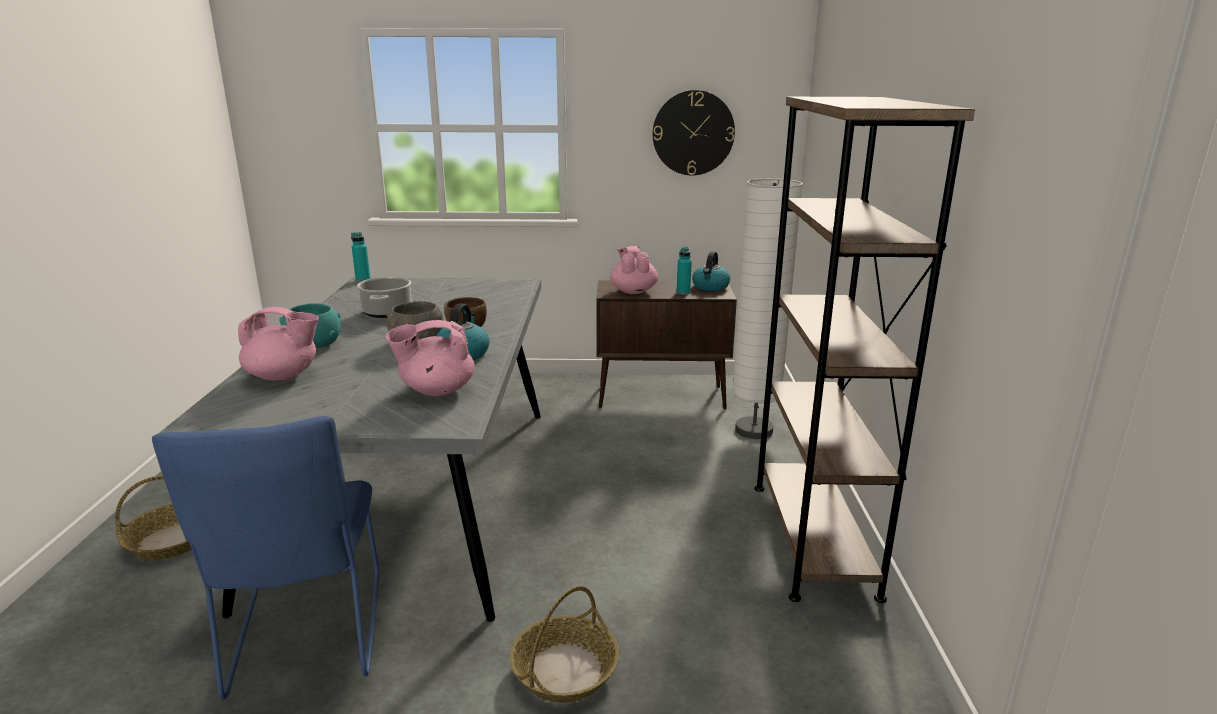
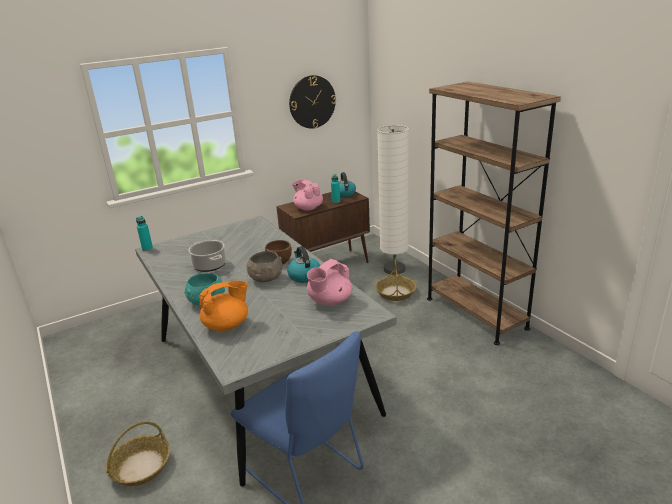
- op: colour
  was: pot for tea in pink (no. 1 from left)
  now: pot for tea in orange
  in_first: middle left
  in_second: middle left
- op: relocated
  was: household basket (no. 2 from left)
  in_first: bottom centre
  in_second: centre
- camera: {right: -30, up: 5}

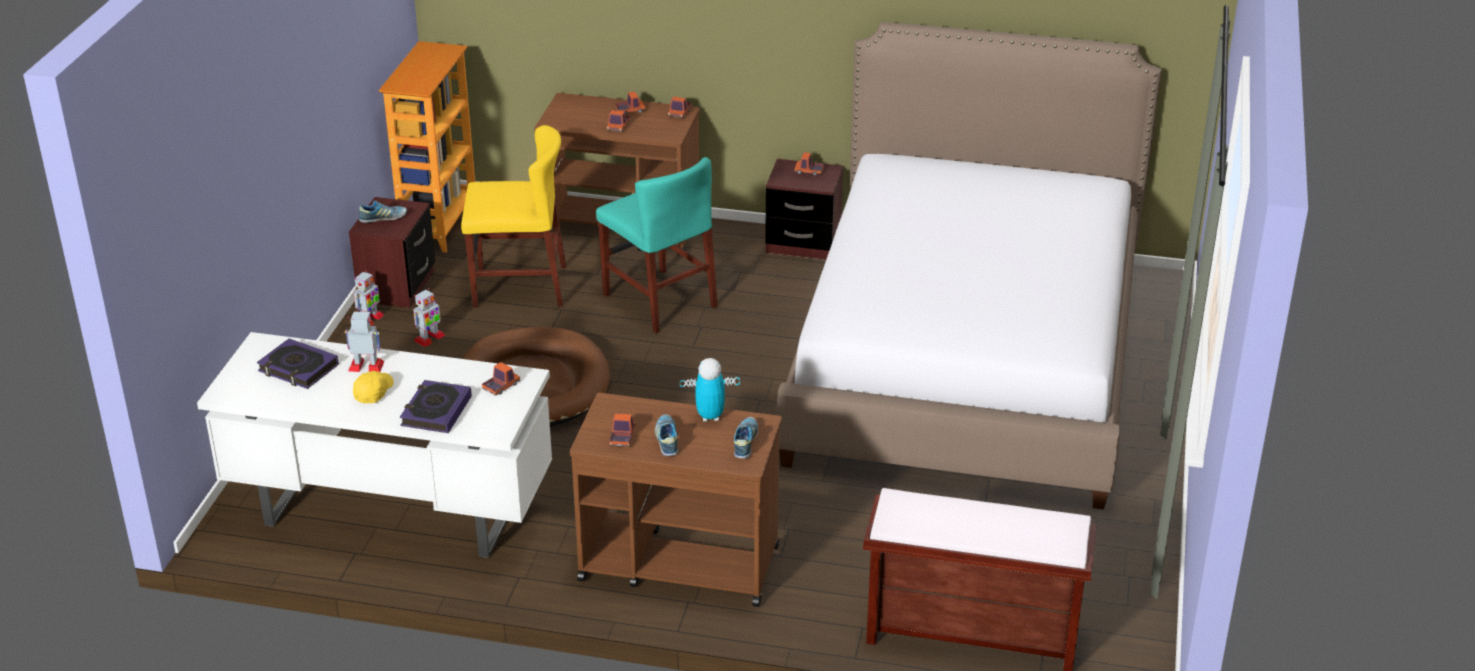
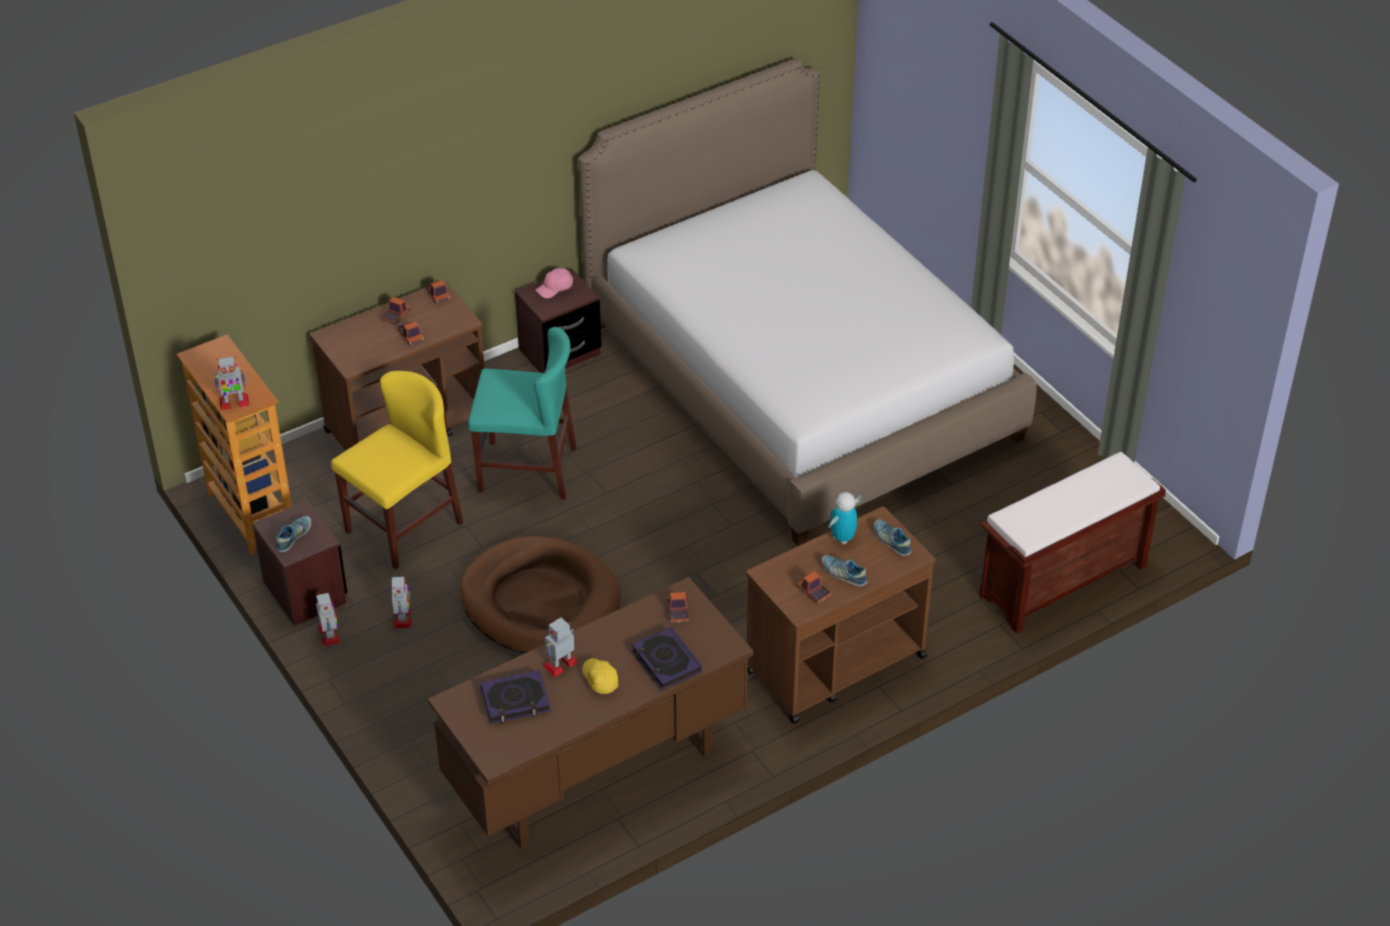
- op: appeared
  now: toy robot (no. 1 from left)
  in_second: middle left
- op: colour
  was: desk in white
  now: desk in brown-coloured
  in_first: middle left
  in_second: bottom centre
- op: exchanged
  was: toy lorry (no. 6 from left)
  now: peaked cap in pink
  in_first: top centre
  in_second: top centre
- camera: {right: -45, up: 10}

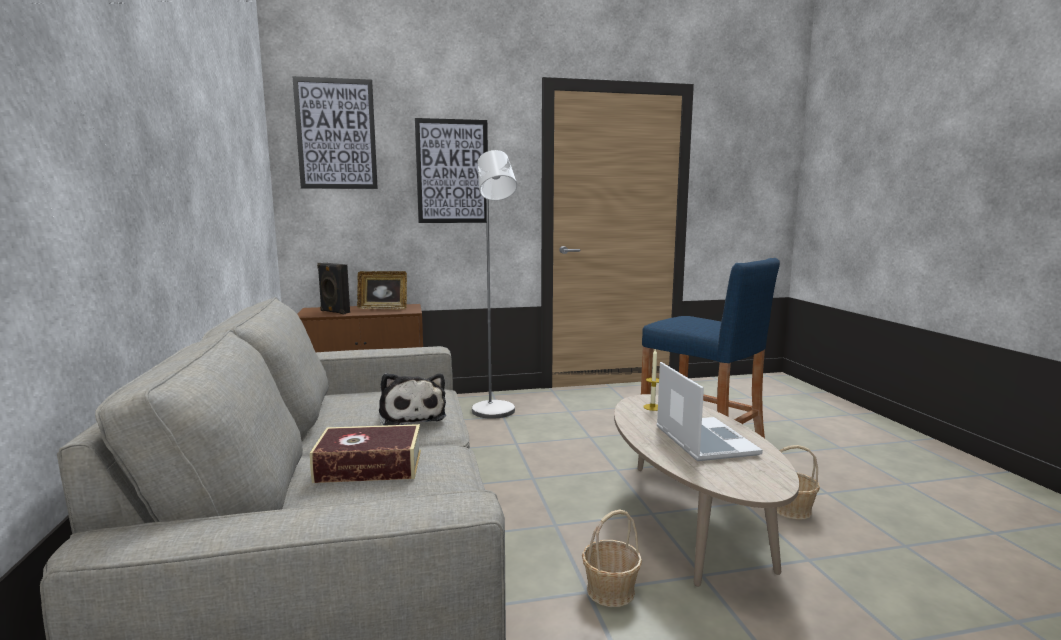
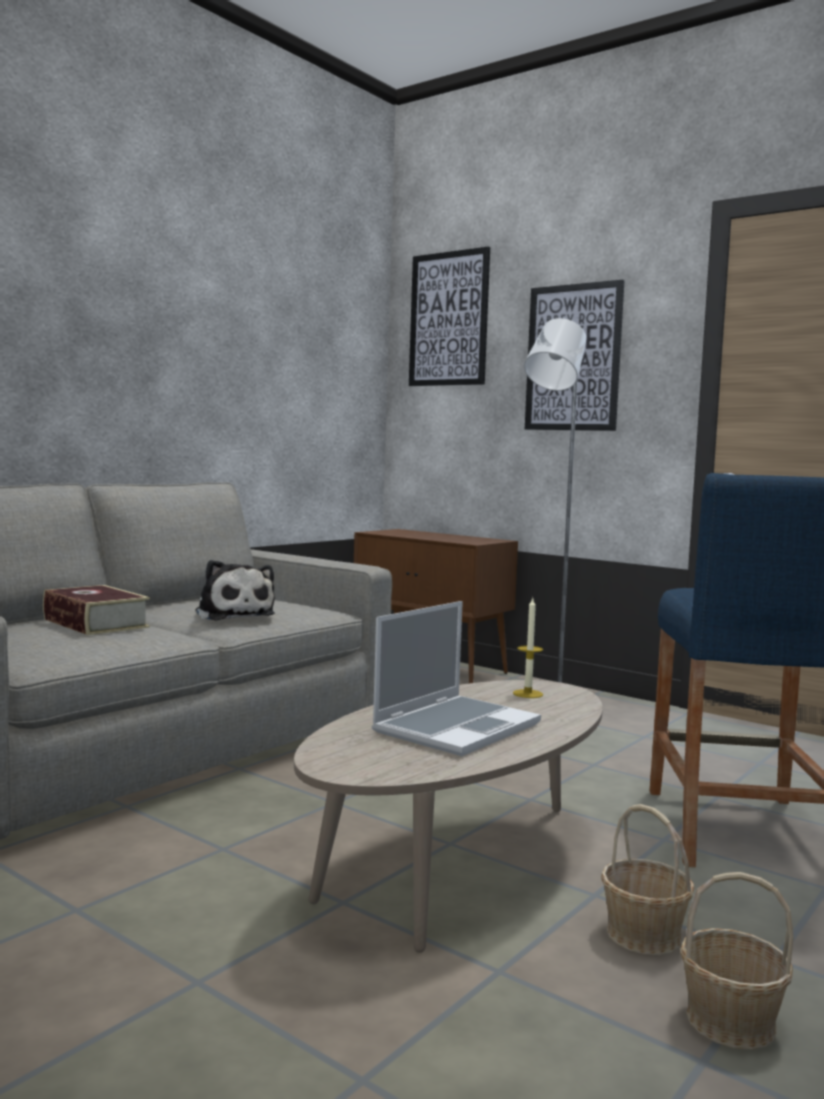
- op: spun
  was: plush toy
  in_first: centre
  in_second: middle left
  clockwise: -60
- op: relocated
  was: household basket (no. 1 from left in the first image)
  now: household basket (no. 2 from left)
  in_first: bottom centre
  in_second: bottom right
- op: missing
  was: audio speaker in blackish
  in_first: middle left
- op: missing
  was: picture frame
  in_first: centre
- camera: {right: 50, up: -5}

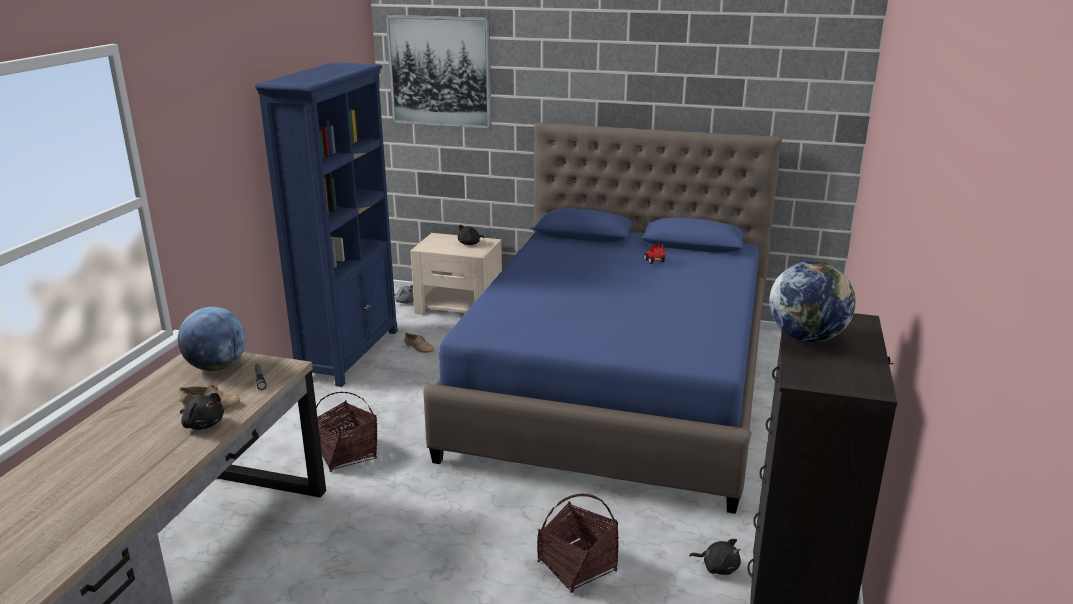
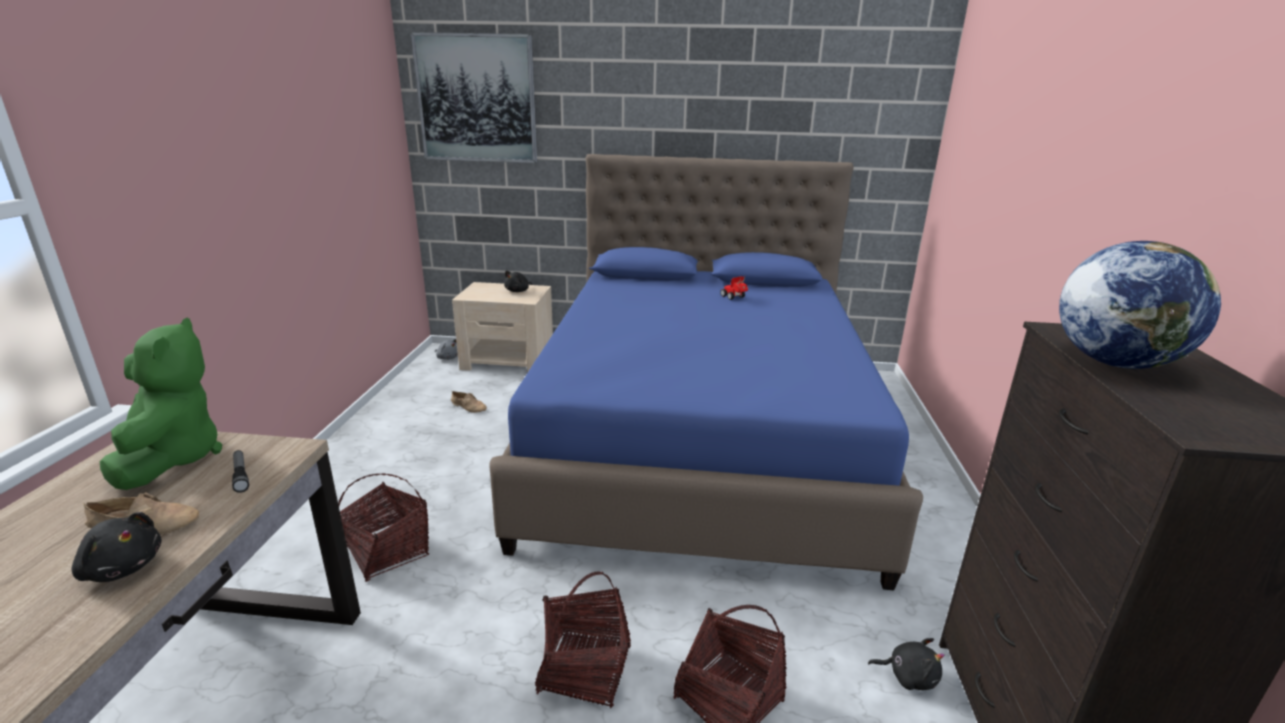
- op: exchanged
  was: desk globe (no. 1 from left)
  now: plush toy in green-coloured
  in_first: middle left
  in_second: middle left
- op: appeared
  now: household basket (no. 2 from left)
  in_second: bottom centre
- op: missing
  was: shelving unit in bluish
  in_first: middle left
- camera: {right: -10, up: 0}

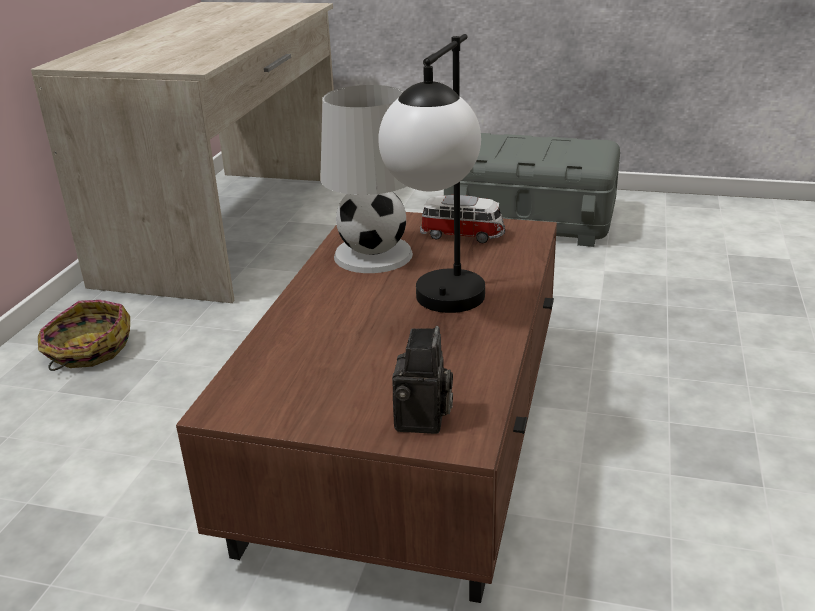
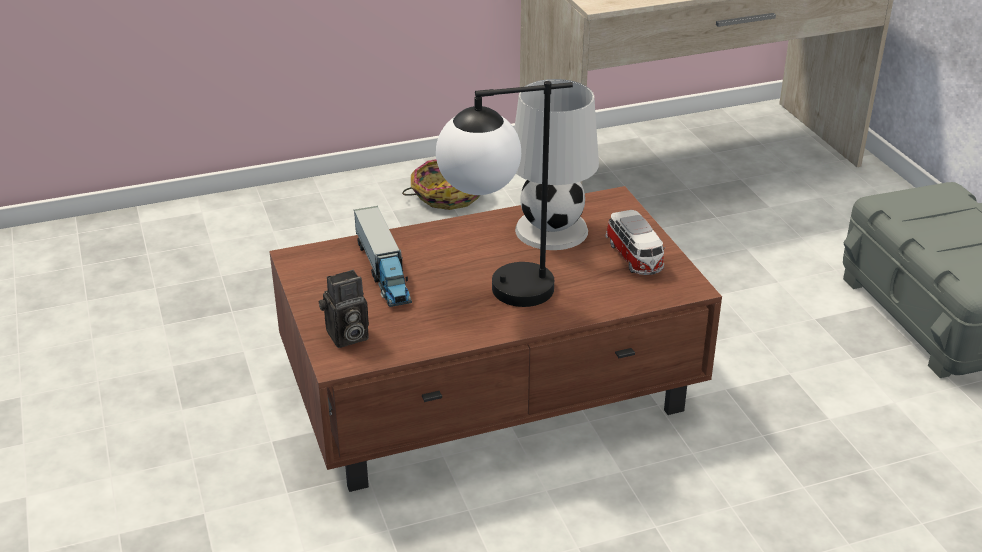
- op: appeared
  now: toy lorry
  in_second: centre
- camera: {right: 55, up: 5}

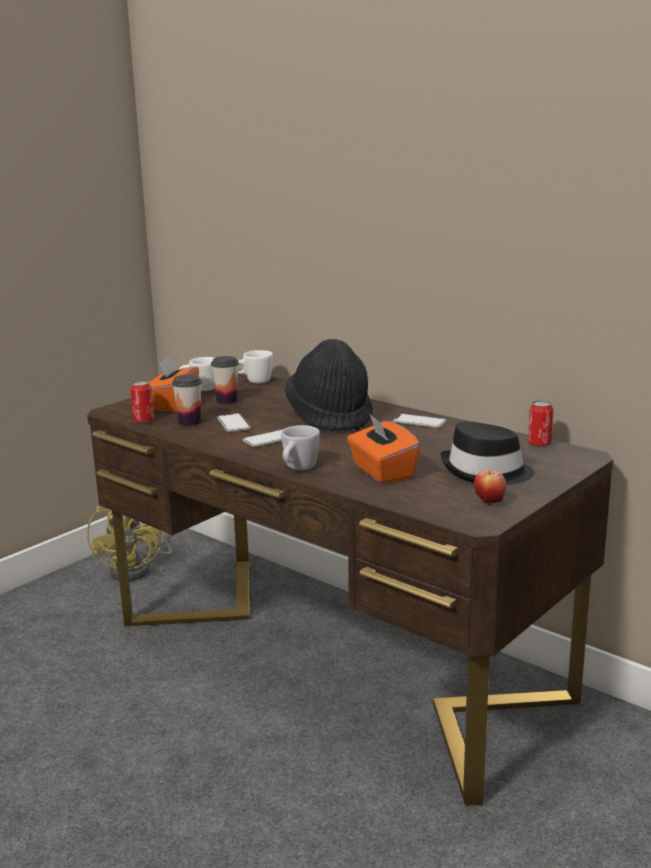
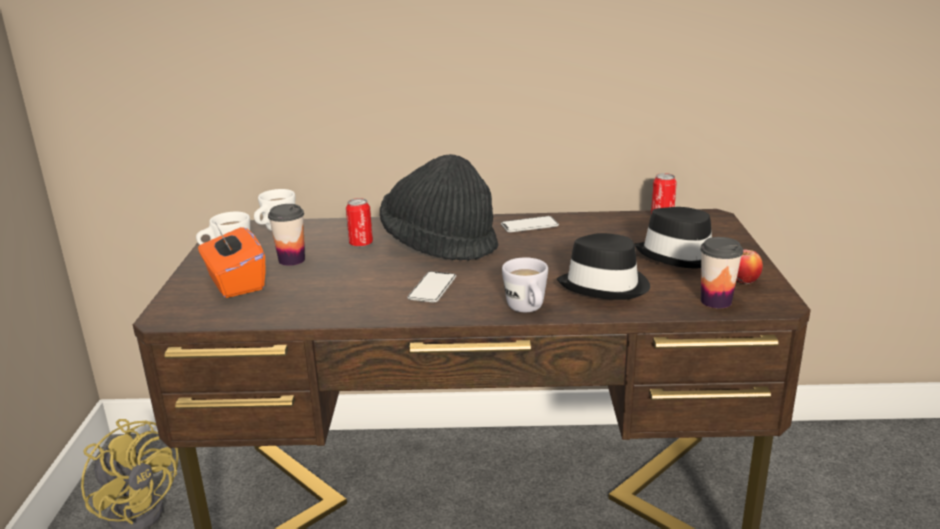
- op: relocated
  was: sealed can (no. 1 from left)
  in_first: middle left
  in_second: centre
- op: exchanged
  was: tissue holder in orange (no. 2 from left)
  now: hat in blackish (no. 2 from left)
  in_first: centre
  in_second: centre
- op: relocated
  was: cup (no. 1 from left in the first image)
  now: cup (no. 2 from left)
  in_first: middle left
  in_second: middle right
- op: missing
  was: handset (no. 1 from left)
  in_first: centre
- camera: {right: -40, up: 5}

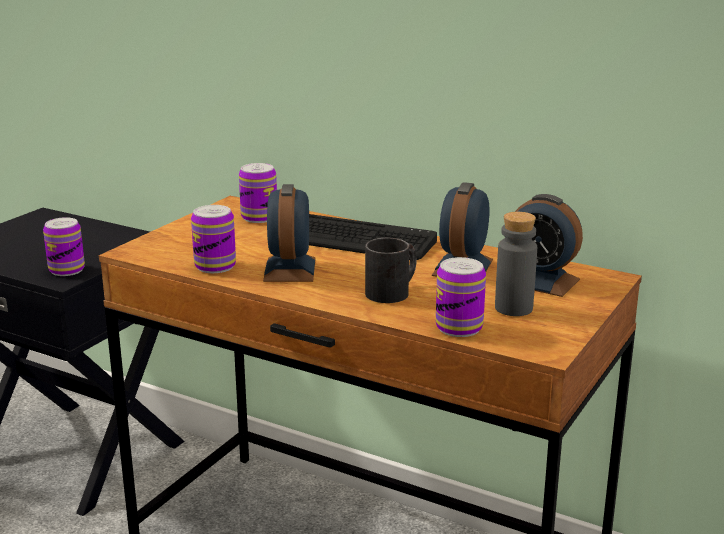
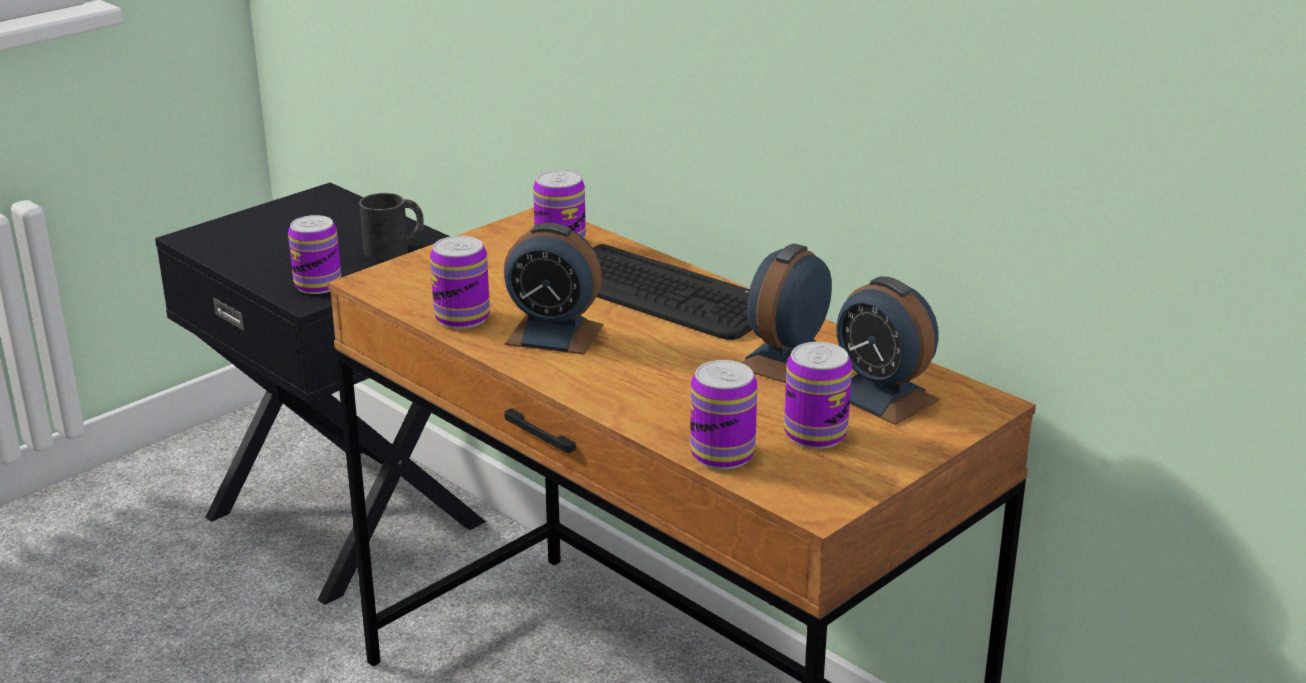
- op: relocated
  was: coffee mug in blackish
  in_first: centre
  in_second: top left
- op: spun
  was: alarm clock (no. 1 from left)
  in_first: centre
  in_second: centre
  clockwise: -90
- op: exchanged
  was: bottle in greyish
  now: sealed can (no. 5 from left)
  in_first: middle right
  in_second: centre
- camera: {right: 15, up: 5}

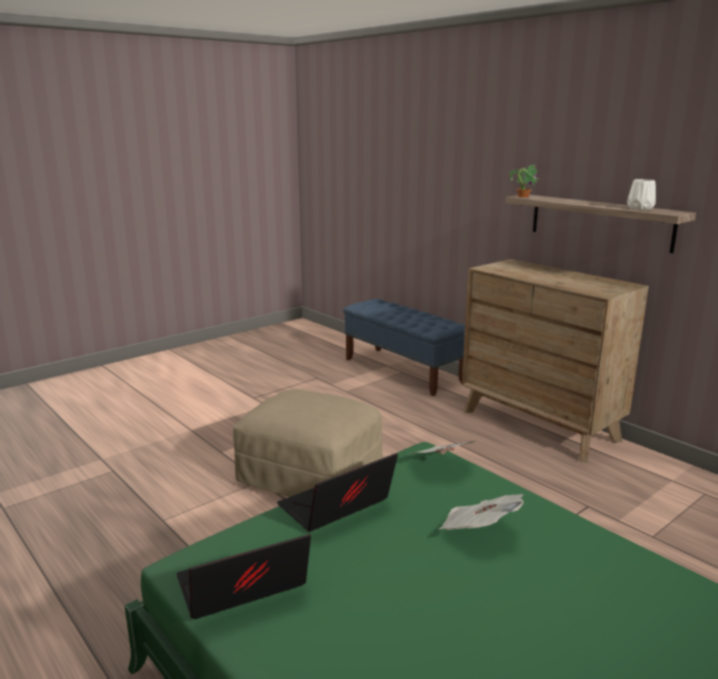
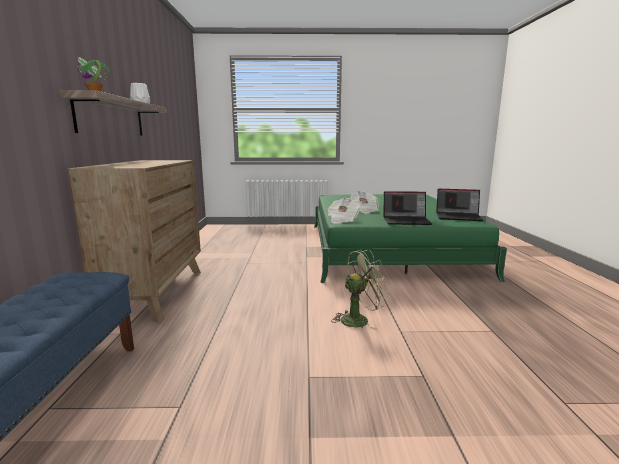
- op: exchanged
  was: footrest in beige-coloured
  now: electric fan in green-coloured
  in_first: centre
  in_second: centre
- camera: {right: -140, up: -5}

